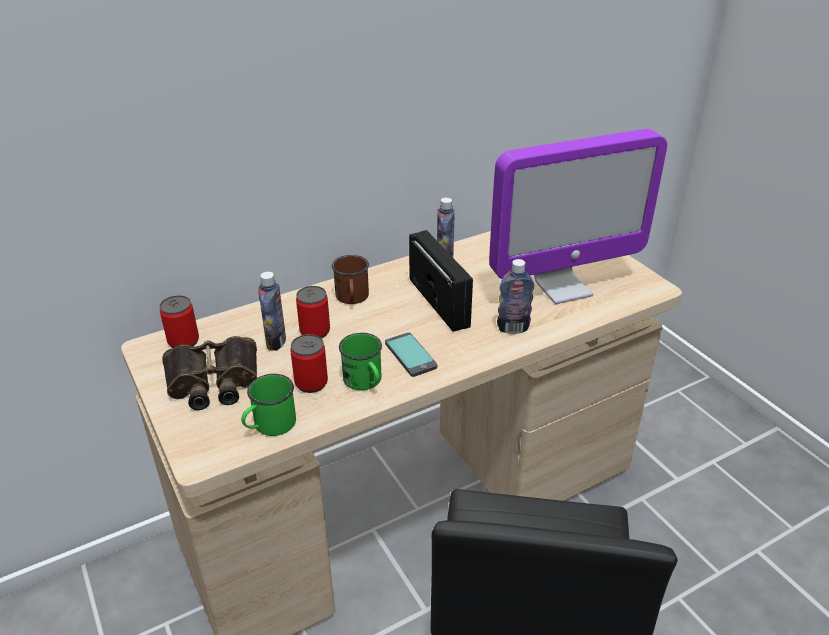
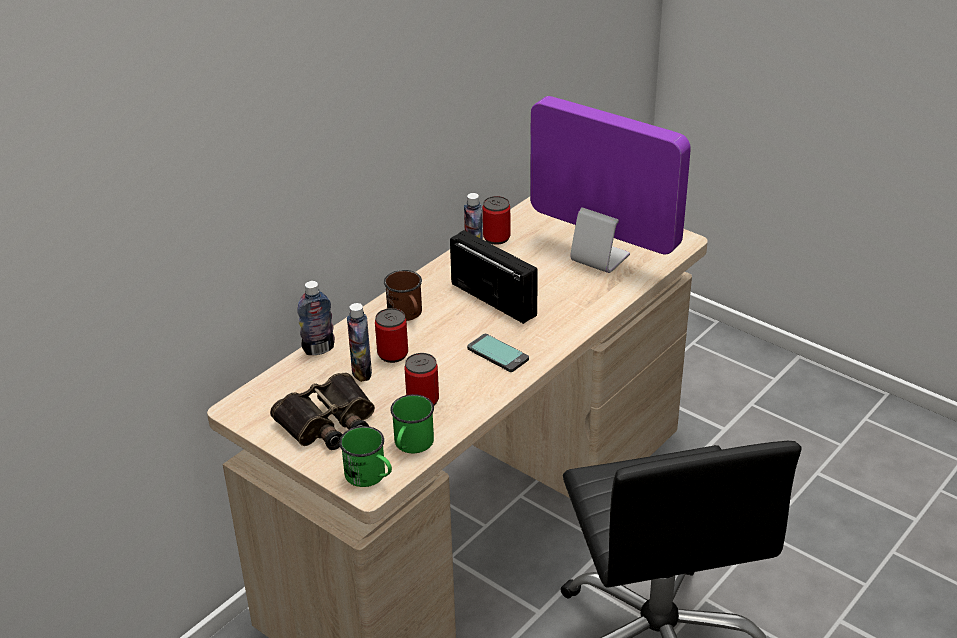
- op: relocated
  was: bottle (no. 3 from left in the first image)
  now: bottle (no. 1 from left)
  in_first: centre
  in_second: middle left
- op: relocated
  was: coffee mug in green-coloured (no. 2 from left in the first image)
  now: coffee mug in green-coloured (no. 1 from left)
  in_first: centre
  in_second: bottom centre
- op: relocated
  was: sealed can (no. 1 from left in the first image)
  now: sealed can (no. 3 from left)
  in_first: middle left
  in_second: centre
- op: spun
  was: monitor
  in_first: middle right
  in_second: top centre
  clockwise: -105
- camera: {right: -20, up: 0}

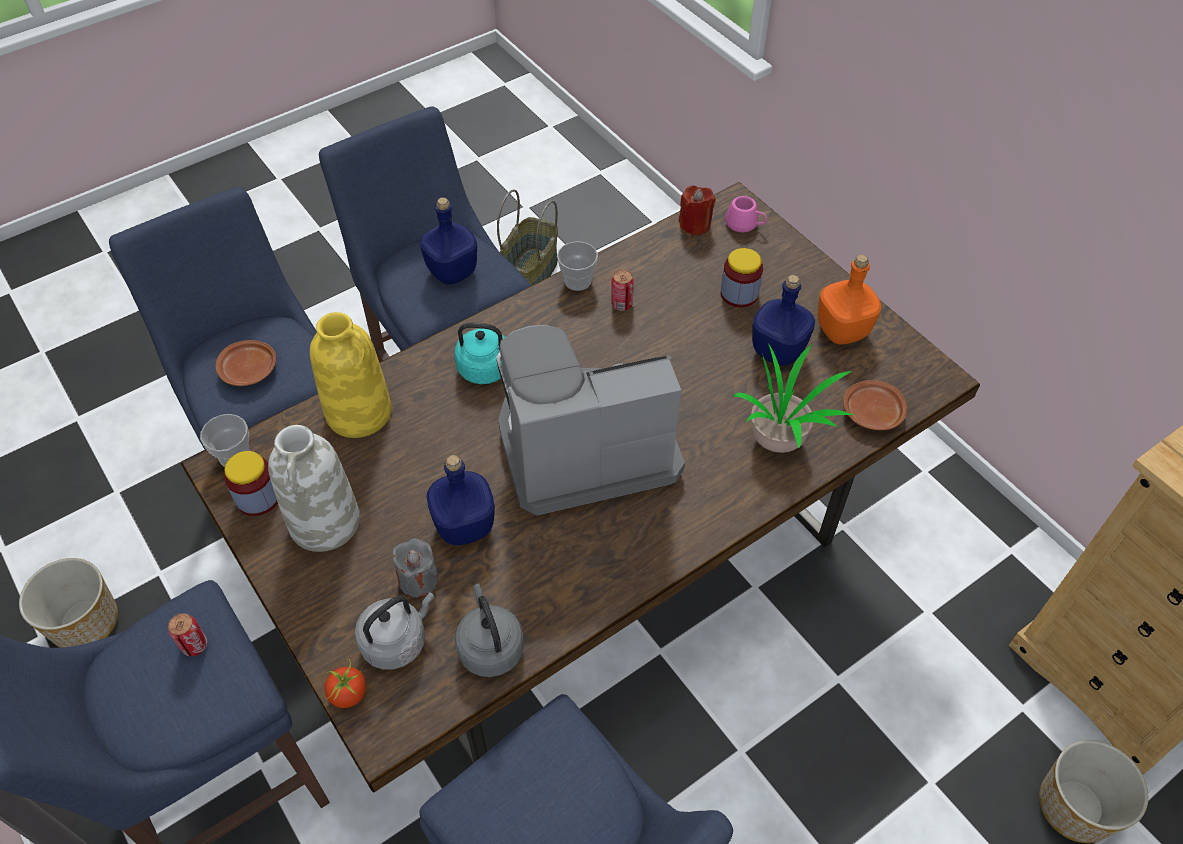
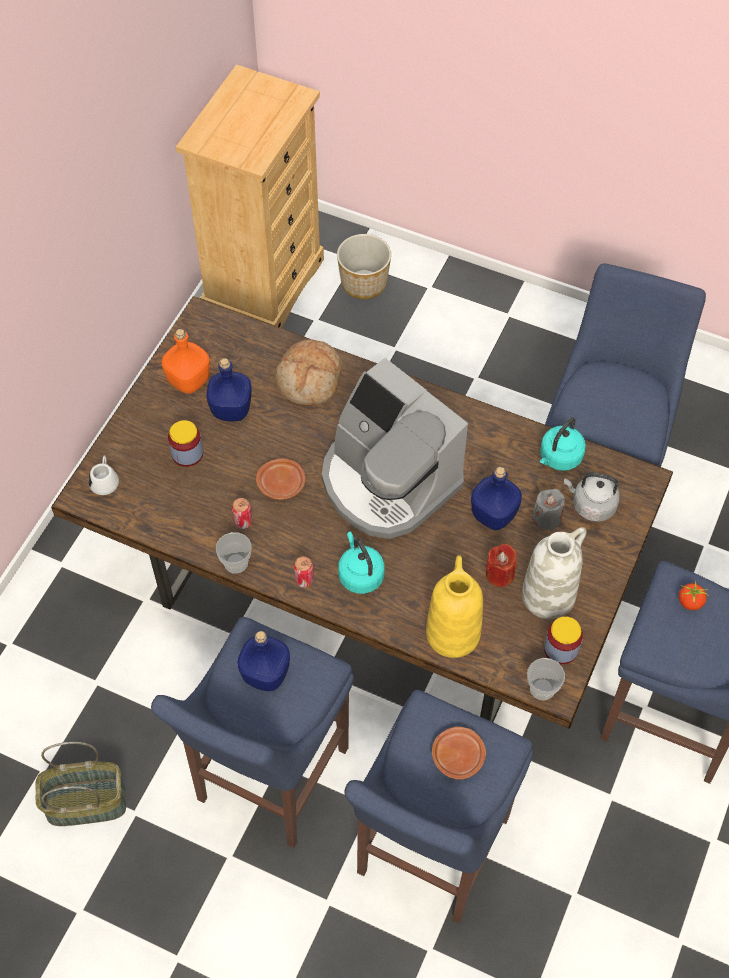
- op: colour
  was: coffee mug in pink
  now: coffee mug in white
  in_first: top centre
  in_second: middle left
- op: relocated
  was: plate in brown-coloured (no. 2 from left in the first image)
  now: plate in brown-coloured (no. 1 from left)
  in_first: middle right
  in_second: centre
- op: exchanged
  was: houseplant
  now: bakery bread
  in_first: middle right
  in_second: centre
- op: relocated
  was: sealed can (no. 1 from left in the first image)
  now: sealed can (no. 2 from left)
  in_first: bottom left
  in_second: centre
- op: relocated
  was: wax candle in reddish
  in_first: top centre
  in_second: middle right
- op: colour
  was: tea kettle in greyish (no. 2 from left)
  now: tea kettle in turquoise-coloured (no. 2 from left)
  in_first: bottom centre
  in_second: middle right
- op: relocated
  was: whole tomato
  in_first: bottom left
  in_second: middle right
- op: missing
  was: flower pot (no. 1 from left)
  in_first: bottom left
- camera: {right: -120, up: 5}

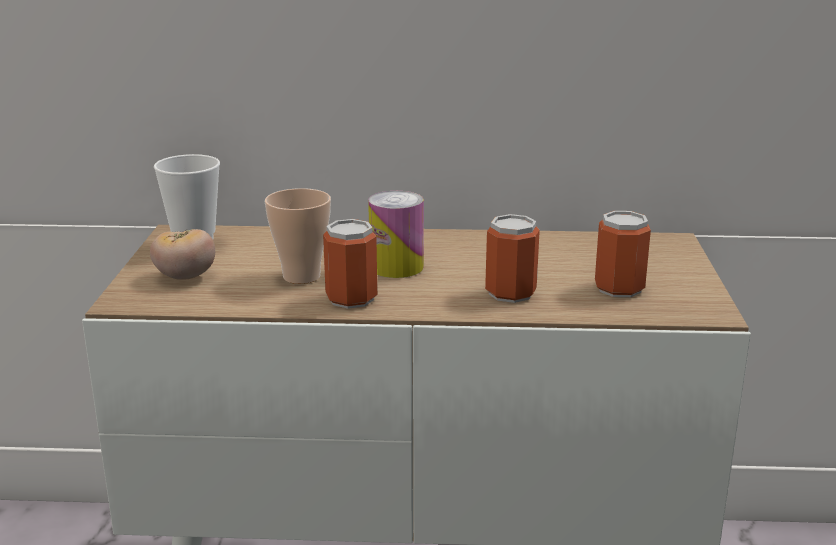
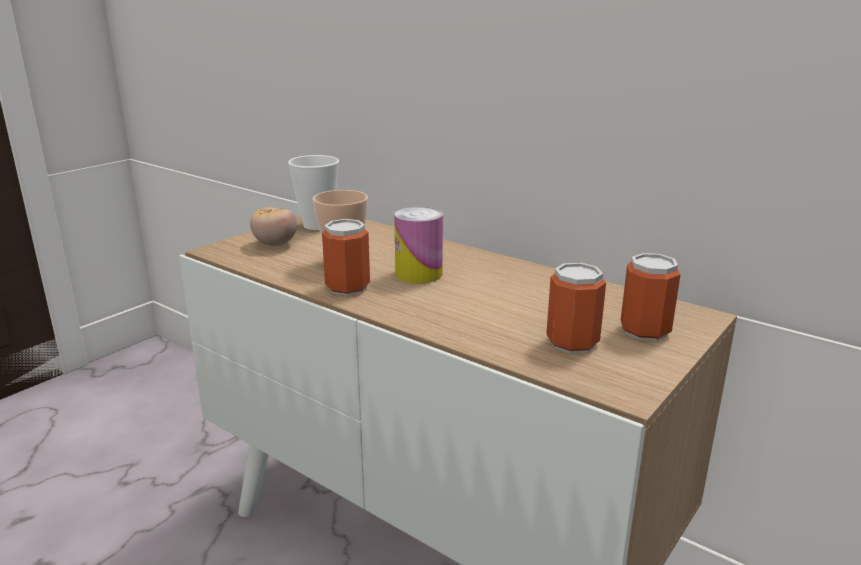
- op: relocated
  was: sealed can (no. 3 from left in the first image)
  now: sealed can (no. 4 from left)
  in_first: centre
  in_second: middle right
- camera: {right: 35, up: 0}

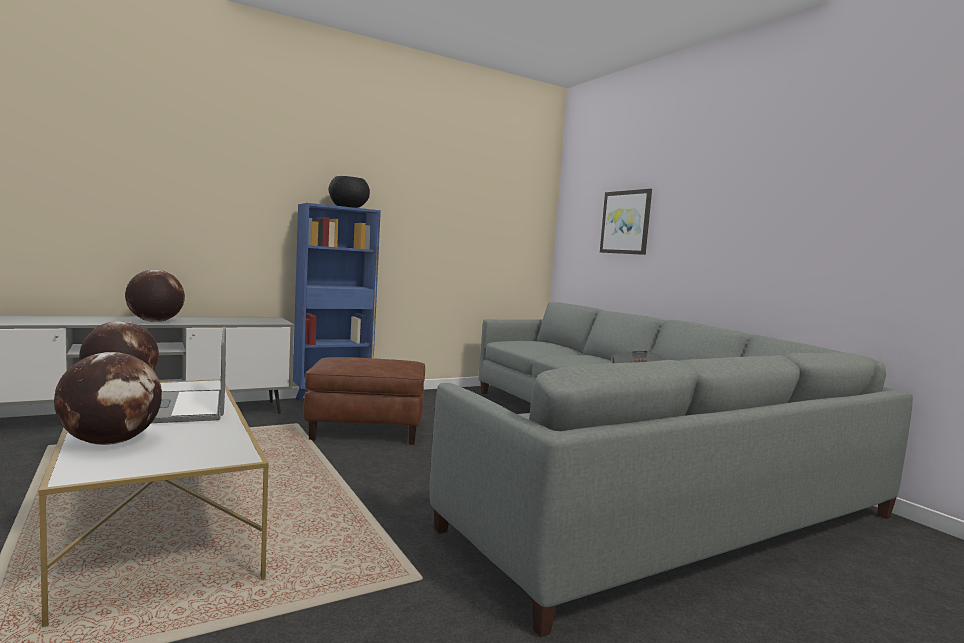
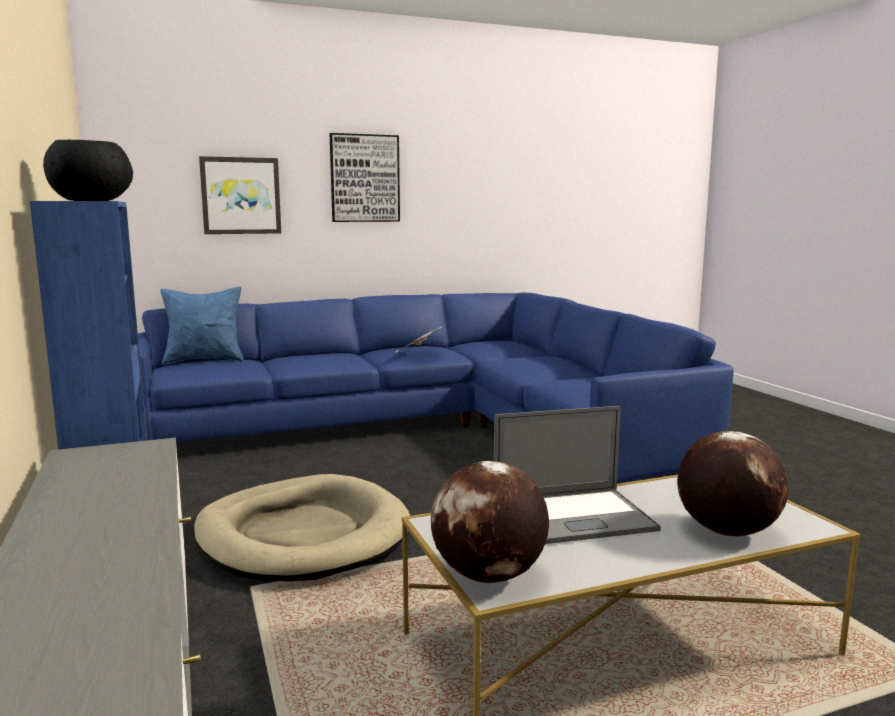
- op: colour
  was: sofa in greyish
  now: sofa in bluish
  in_first: bottom right
  in_second: centre
- op: appeared
  now: cushion in bluish
  in_second: middle left
- op: exchanged
  was: footrest in brown-coloured
  now: dog cushion in beige-coloured
  in_first: centre
  in_second: bottom centre
- op: appeared
  now: wall picture (no. 2 from left)
  in_second: top centre
- op: missing
  was: desk globe (no. 3 from left)
  in_first: middle left
- camera: {right: -80, up: 5}

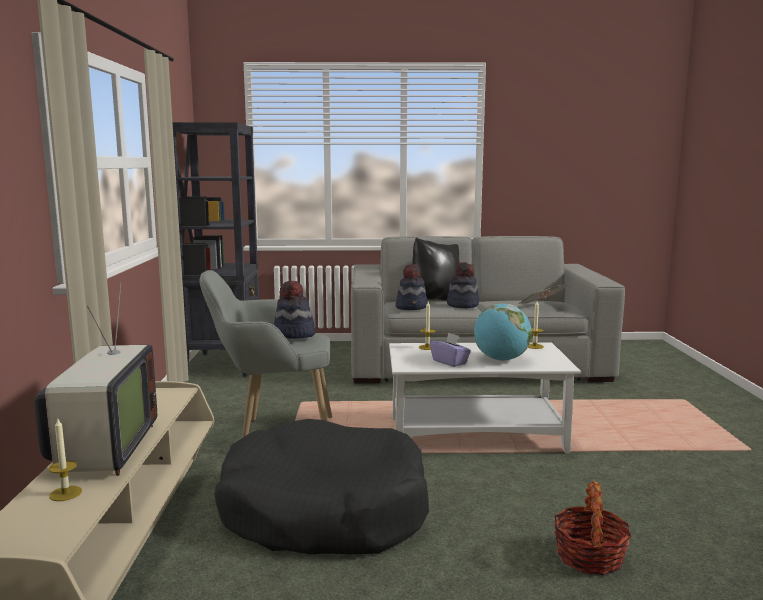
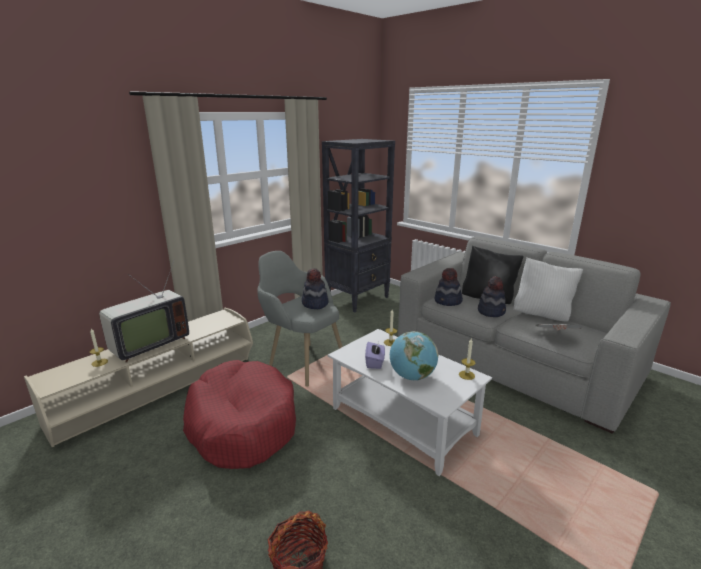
- op: colour
  was: dog cushion in blackish
  now: dog cushion in reddish
  in_first: bottom centre
  in_second: bottom centre
- op: appeared
  now: cushion in white
  in_second: middle right
- camera: {right: 45, up: 10}

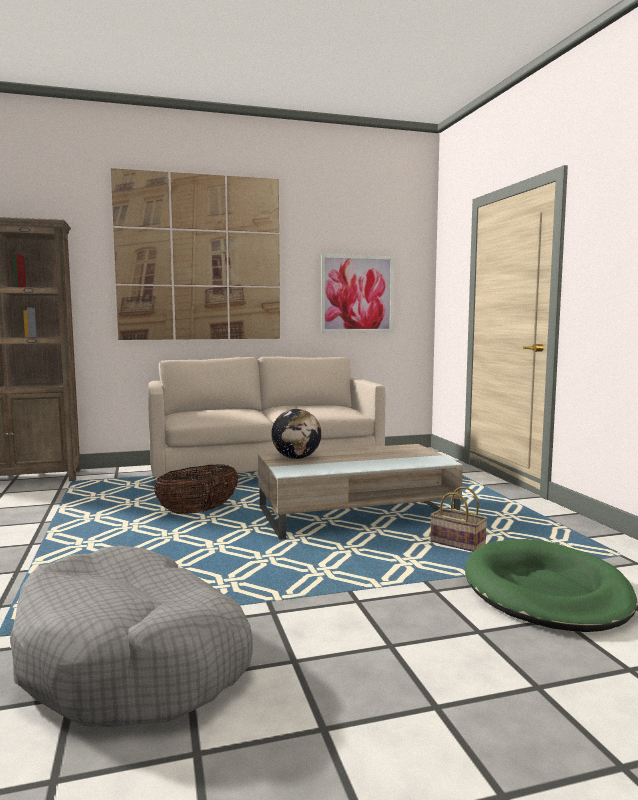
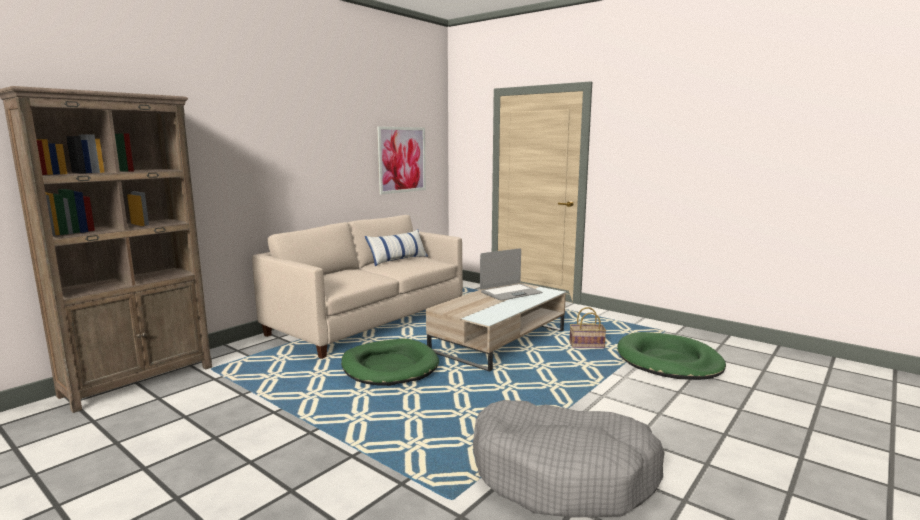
- op: exchanged
  was: household basket (no. 1 from left)
  now: dog cushion in green-coloured (no. 1 from left)
  in_first: middle left
  in_second: bottom centre
- op: appeared
  now: cushion
  in_second: centre
- op: appeared
  now: notebook computer
  in_second: centre
- op: missing
  was: wall picture (no. 1 from left)
  in_first: top left
- op: missing
  was: desk globe
  in_first: centre
- camera: {right: -35, up: 5}

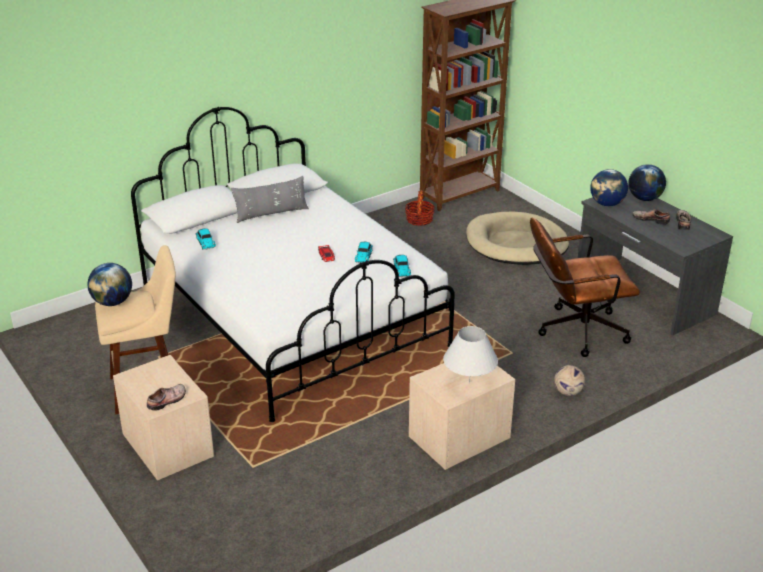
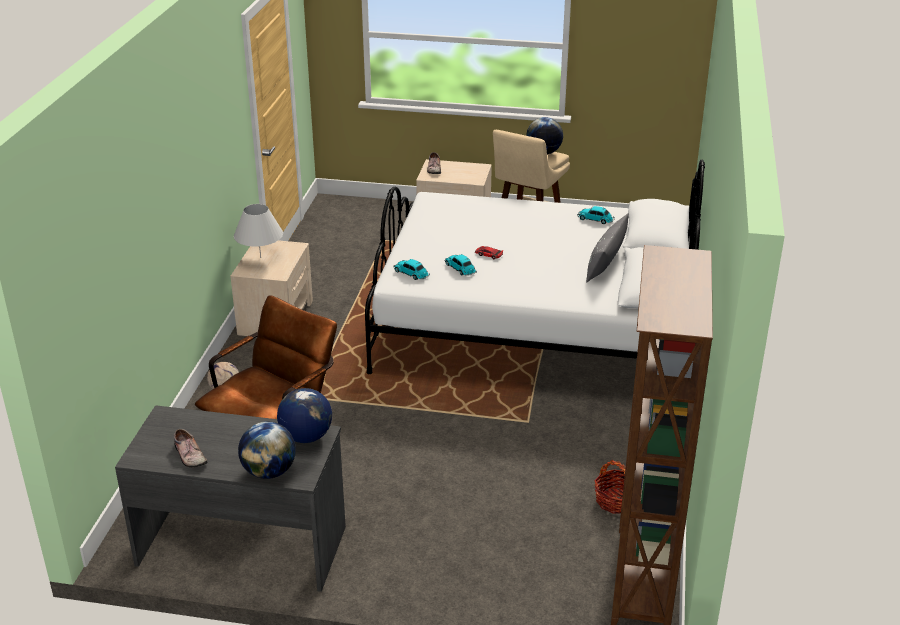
- op: missing
  was: dog cushion in beige-coloured
  in_first: middle right
- op: missing
  was: low shoe (no. 2 from left)
  in_first: middle right
- camera: {right: 135, up: 0}

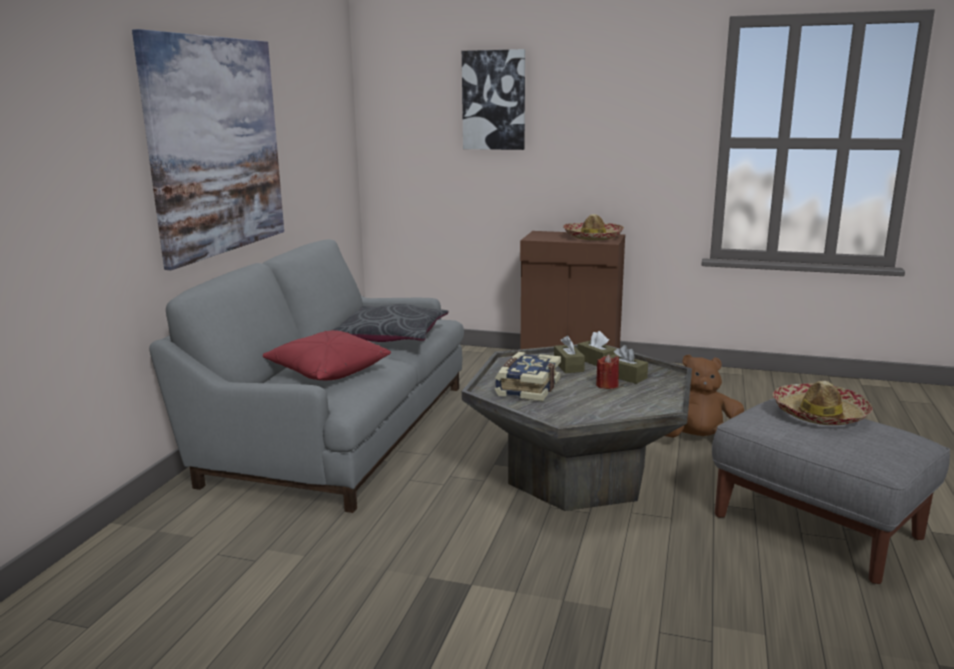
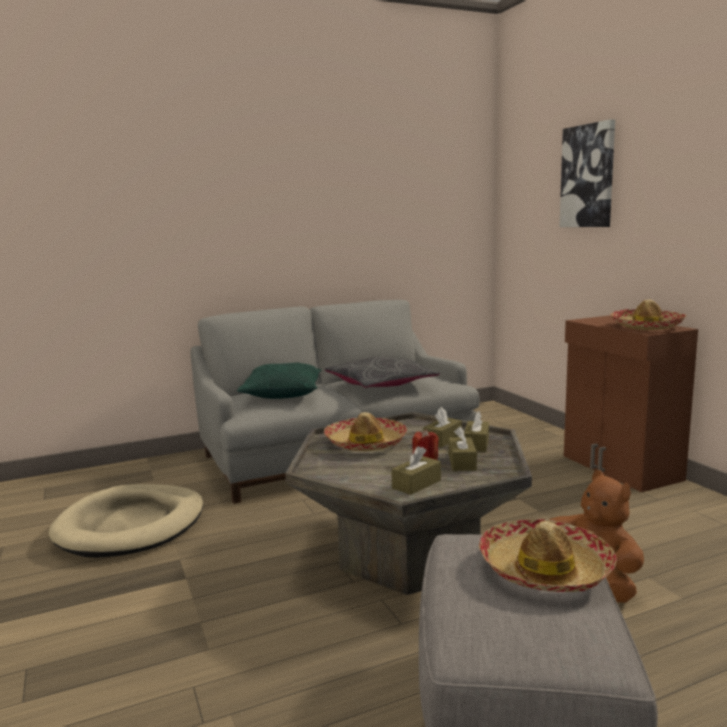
- op: appeared
  now: dog cushion in beige-coloured
  in_second: bottom left
- op: colour
  was: cushion in reddish
  now: cushion in green-coloured
  in_first: centre
  in_second: centre
- op: exchanged
  was: bound book
  now: hat (no. 1 from left)
  in_first: centre
  in_second: centre
- op: appeared
  now: tissue holder in brown-coloured (no. 1 from left)
  in_second: centre
- op: missing
  was: wall picture (no. 1 from left)
  in_first: top left
- camera: {right: 50, up: -5}

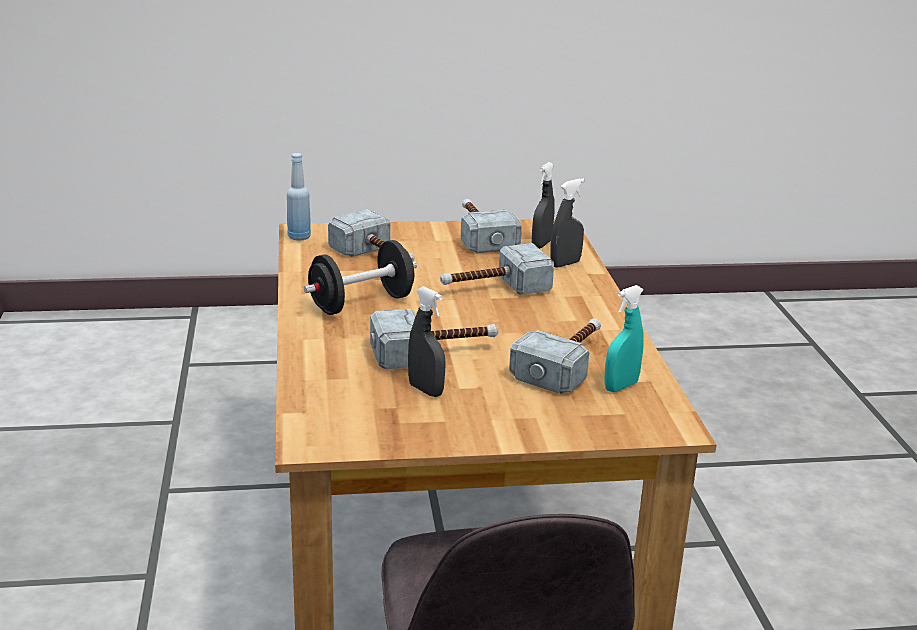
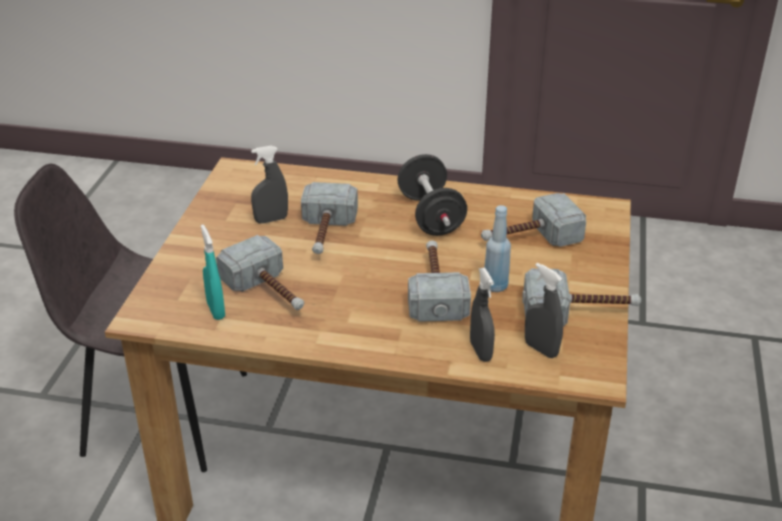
- op: relocated
  was: bottle in bluish
  in_first: top left
  in_second: centre
- camera: {right: 110, up: 10}

